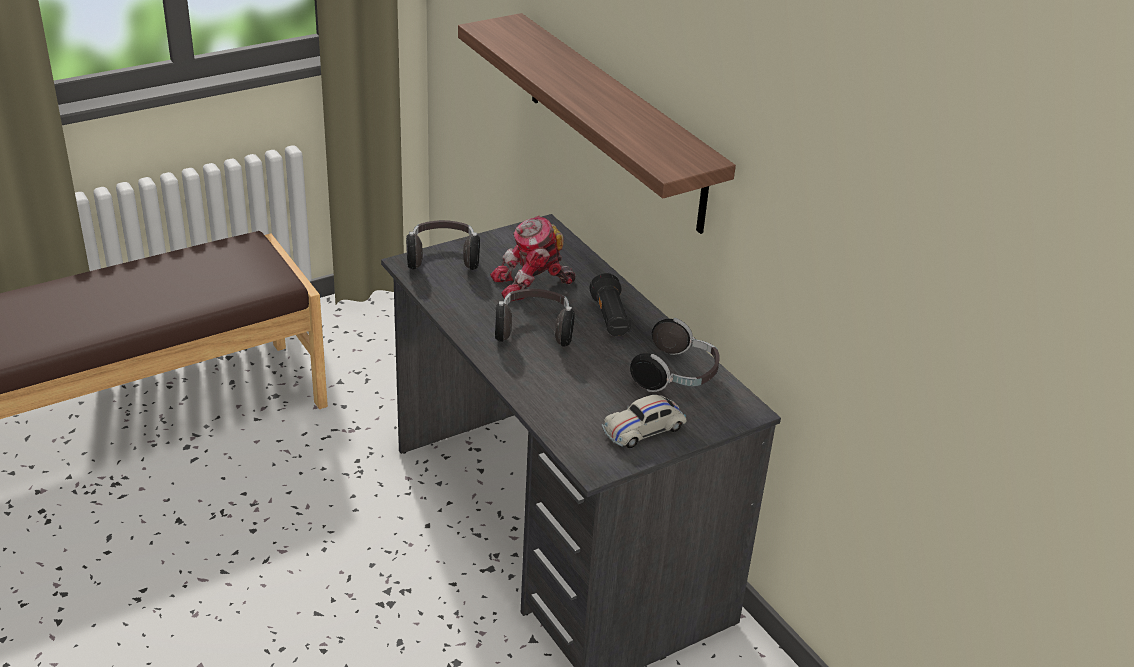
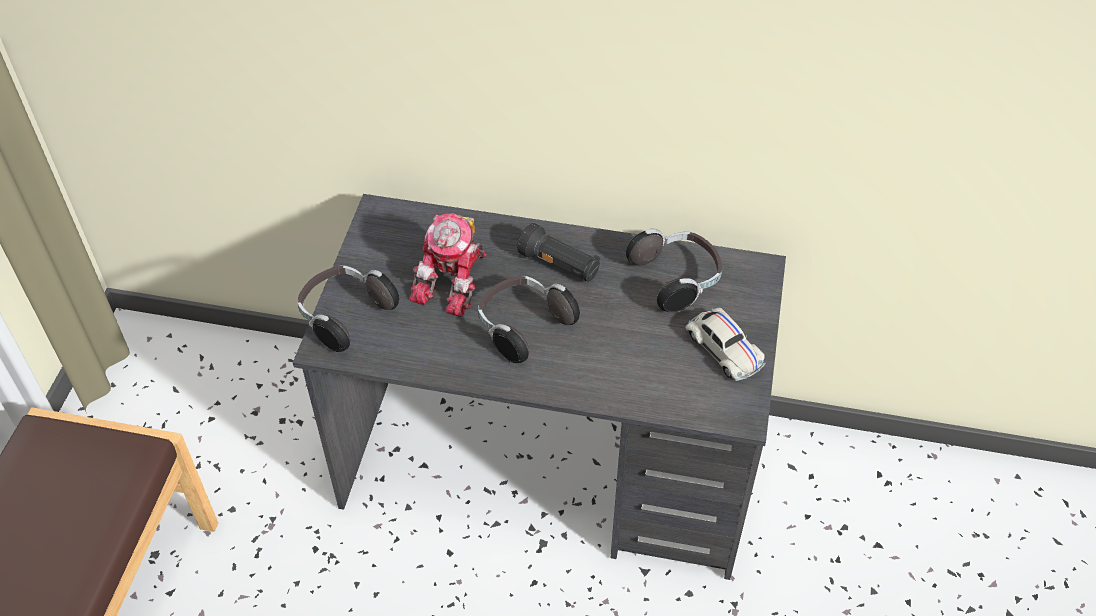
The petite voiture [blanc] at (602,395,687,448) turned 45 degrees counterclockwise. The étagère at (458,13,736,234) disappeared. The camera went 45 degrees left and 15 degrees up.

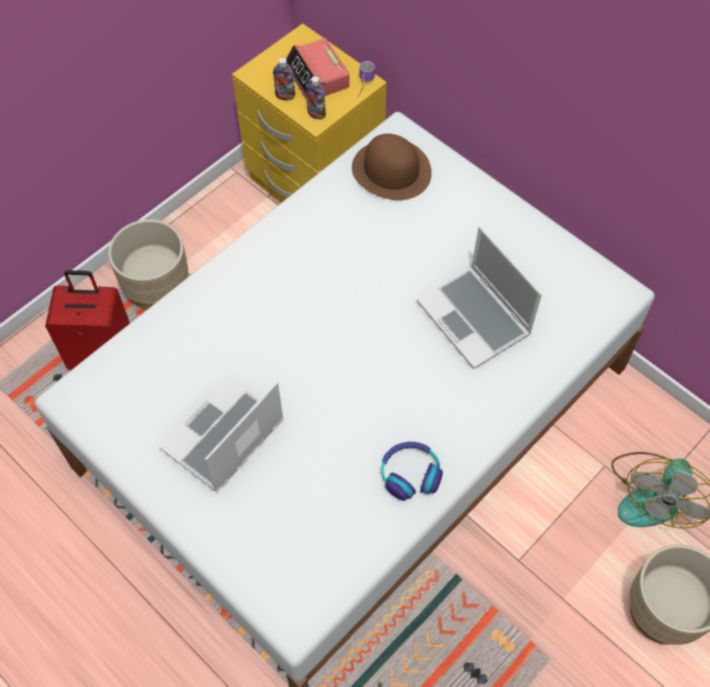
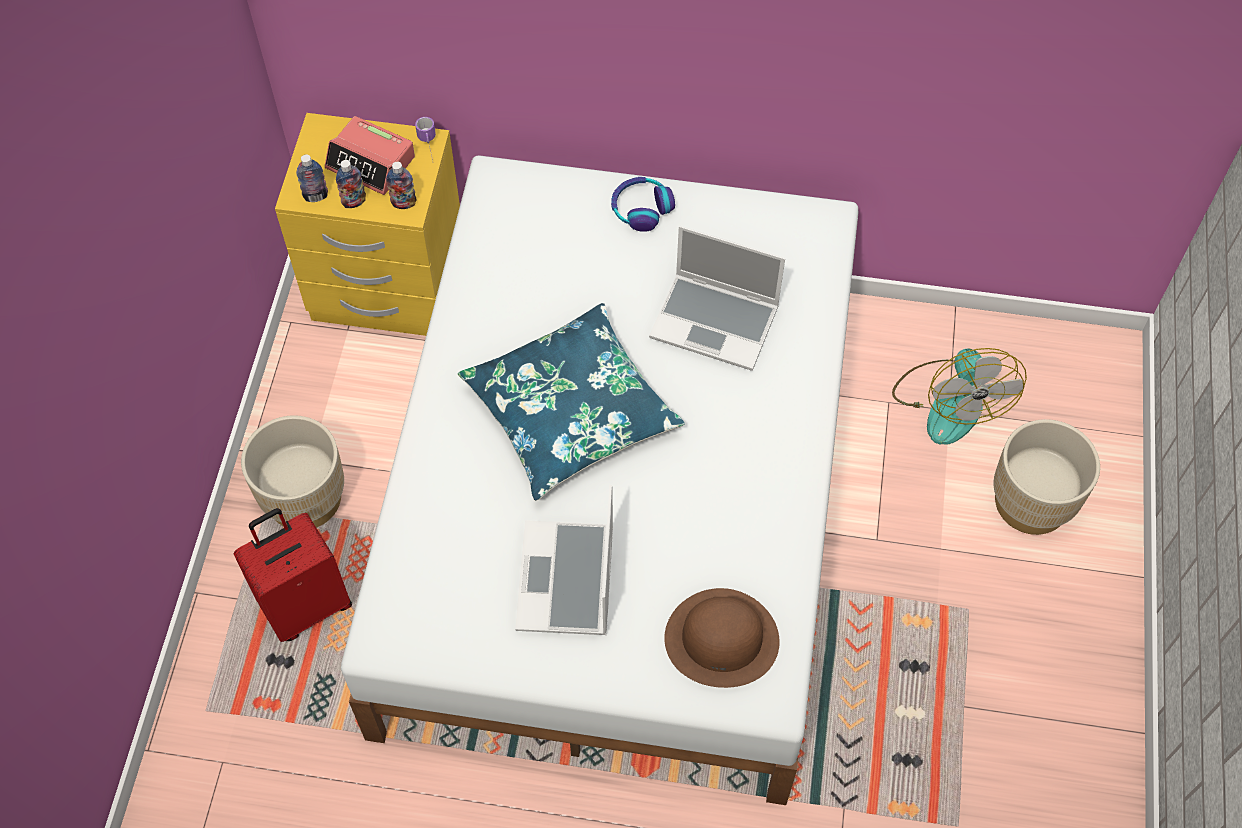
The bouteille at (296,154,328,202) appeared. The coussin [bleu] at (458,303,685,501) appeared. The casque audio moved from (381,442,443,501) to (611,177,675,232). The chapeau [marron] moved from (352,134,432,200) to (664,588,780,688). The camera went 35 degrees left and 0 degrees up.

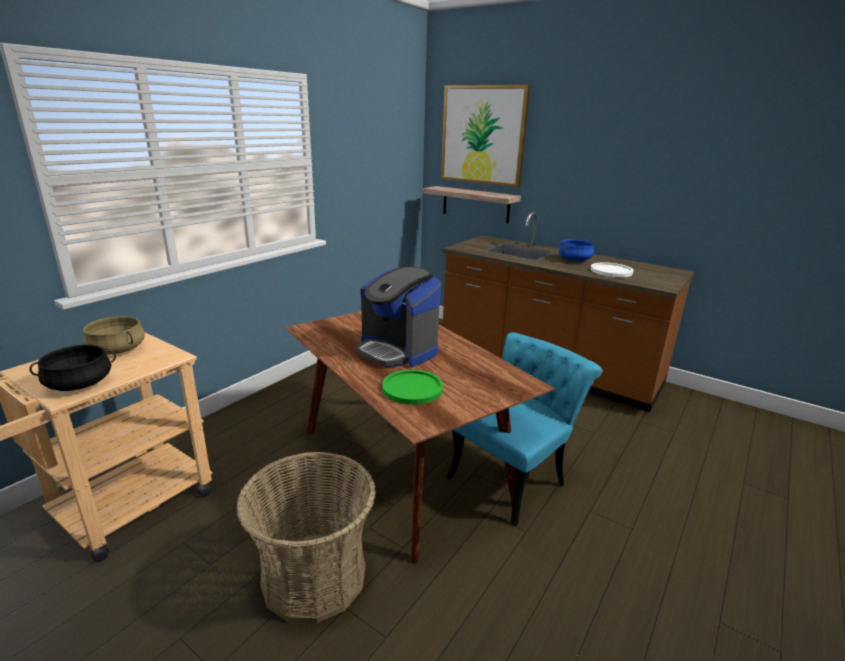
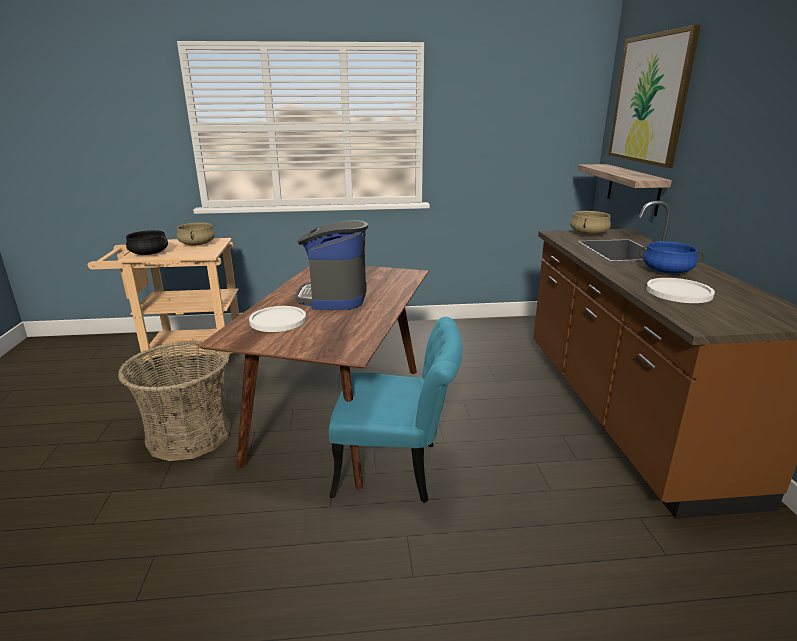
The assiette [vert] at (382,370,443,405) became the assiette [blanc] at (249,306,306,332). The marmite [beige] at (570,211,611,235) appeared. The camera went 50 degrees right and 0 degrees up.

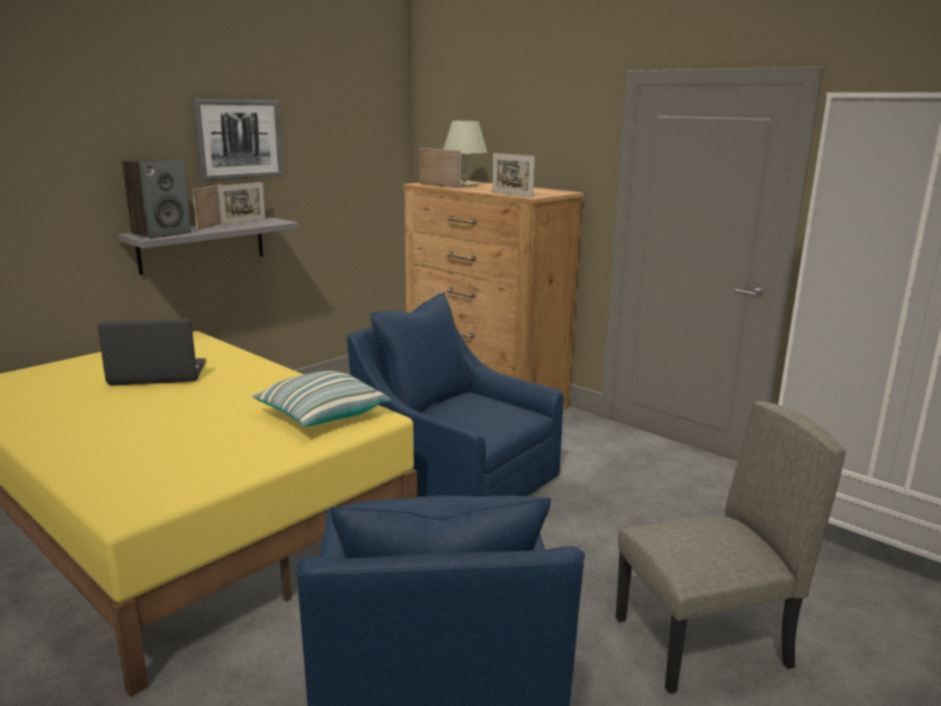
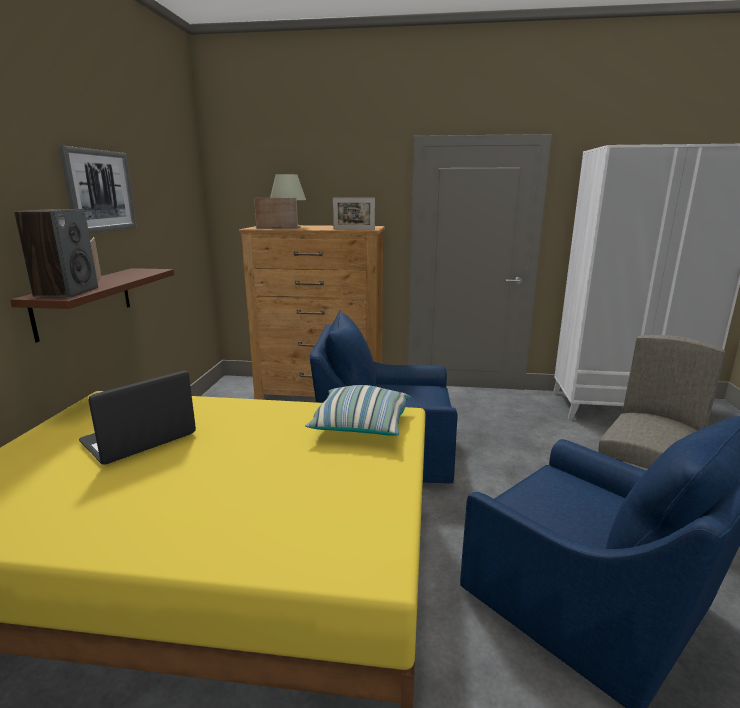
The étagère [gris] at (118,217,299,275) became the étagère [marron] at (10,268,174,342). The cadre photo at (218,182,265,225) disappeared. The camera went 35 degrees left and 0 degrees up.

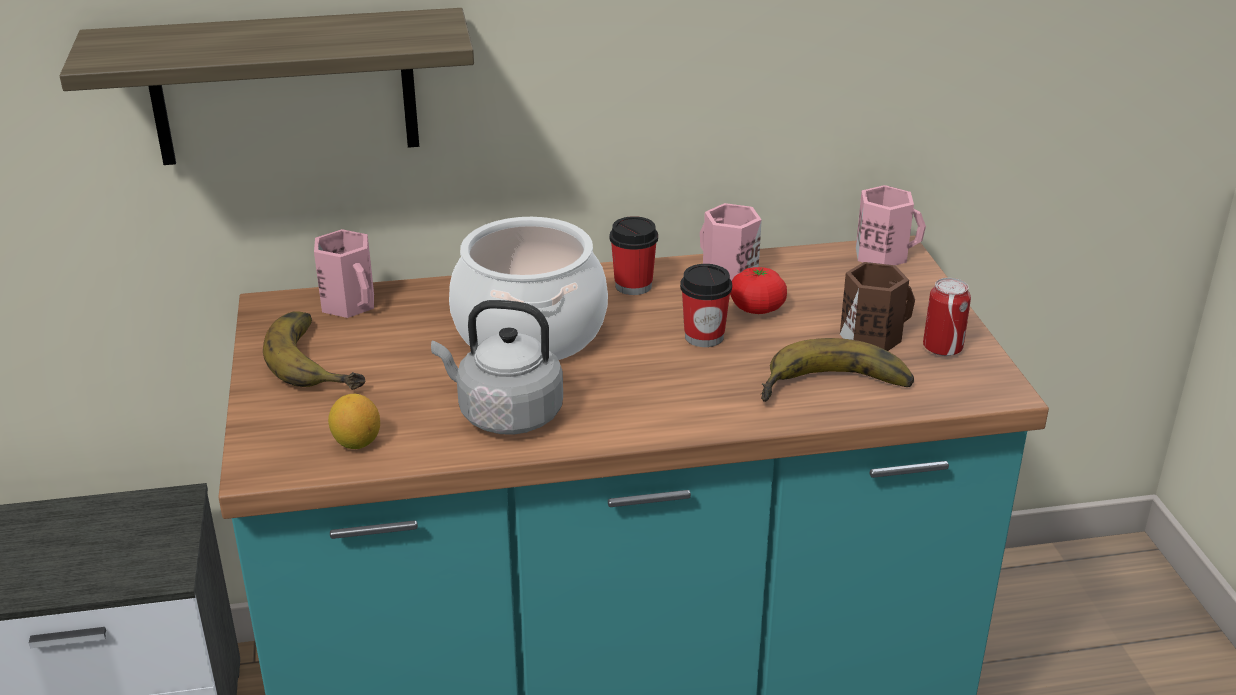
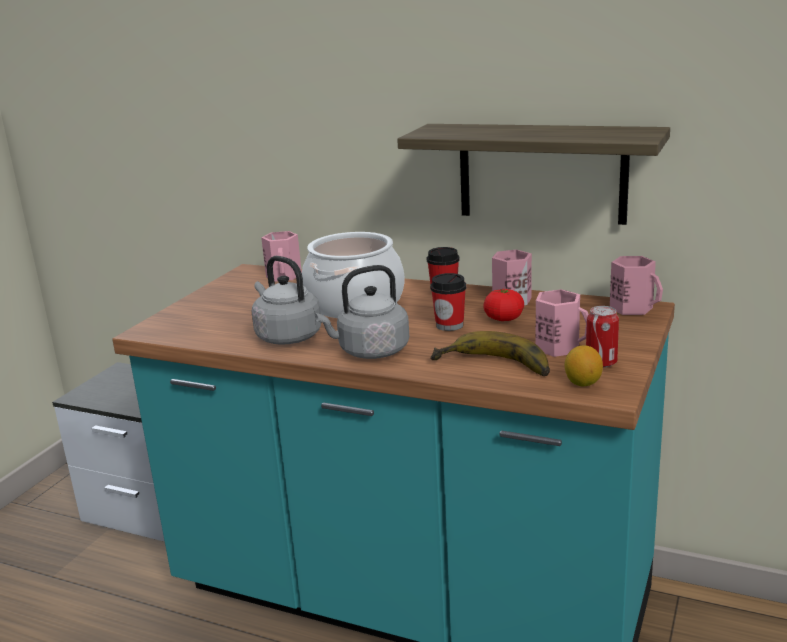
The bouilloire [gris] at (315,265,409,359) appeared. The étagère moved from (60,8,474,165) to (397,124,670,225). The mug [marron] at (840,262,915,351) became the mug [rose] at (536,289,589,357). The citron moved from (328,394,380,449) to (565,346,603,387). The banane at (263,311,365,390) disappeared. The camera went 35 degrees right and 10 degrees down.

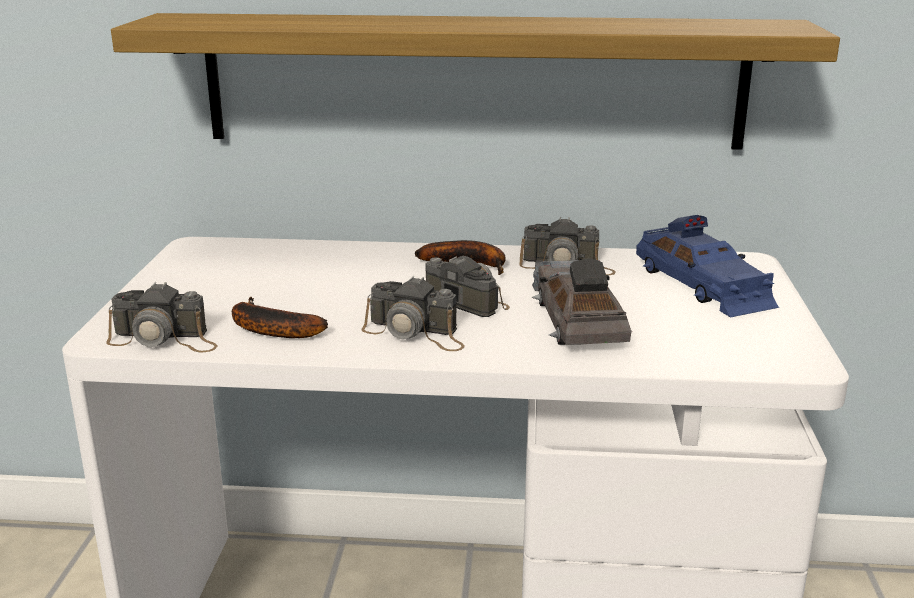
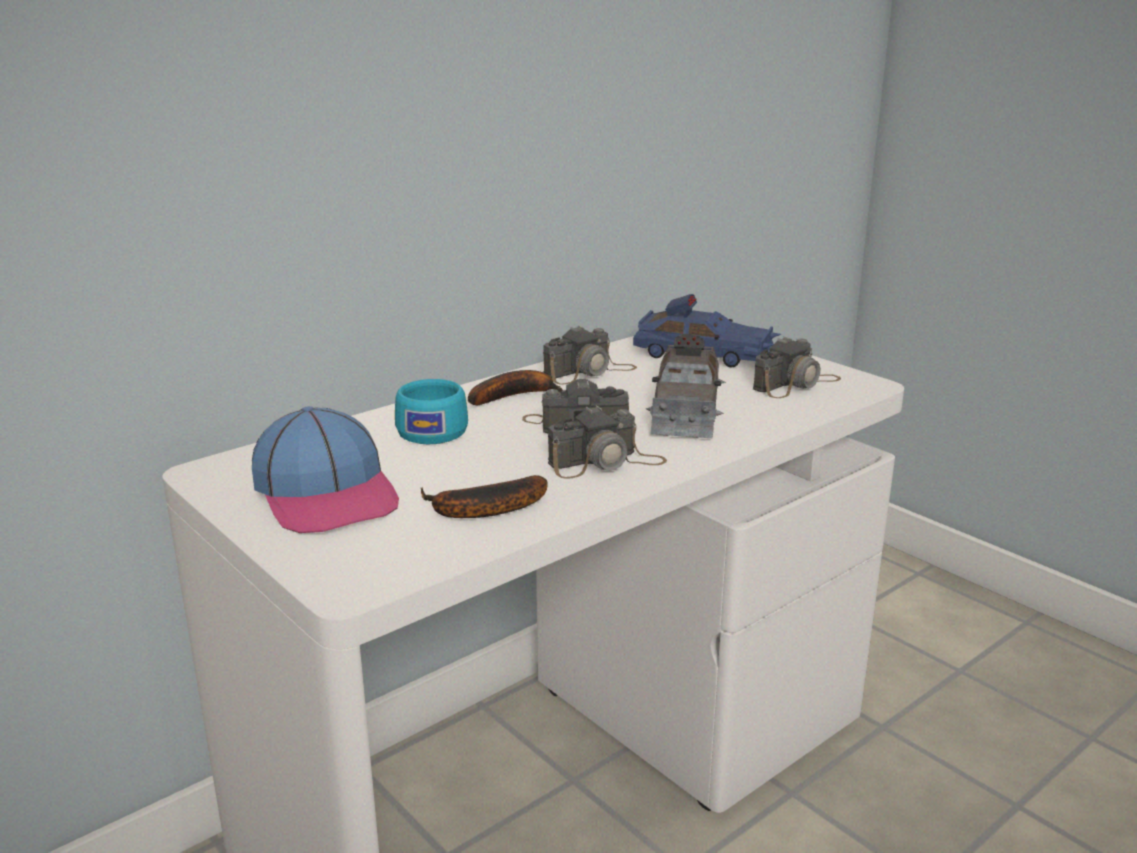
The casquette at (252,406,399,533) appeared. The tasse [turquoise] at (395,379,468,444) appeared. The petite voiture [gris] at (531,259,632,345) turned 120 degrees counterclockwise. The appareil photo moved from (106,282,218,352) to (753,337,841,398). The étagère at (111,13,840,150) disappeared. The camera went 45 degrees left and 0 degrees up.

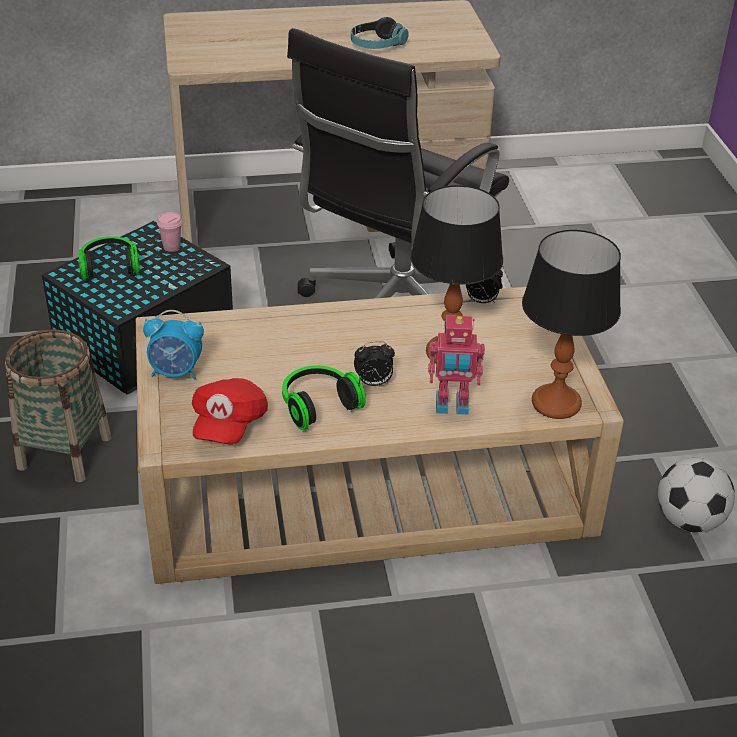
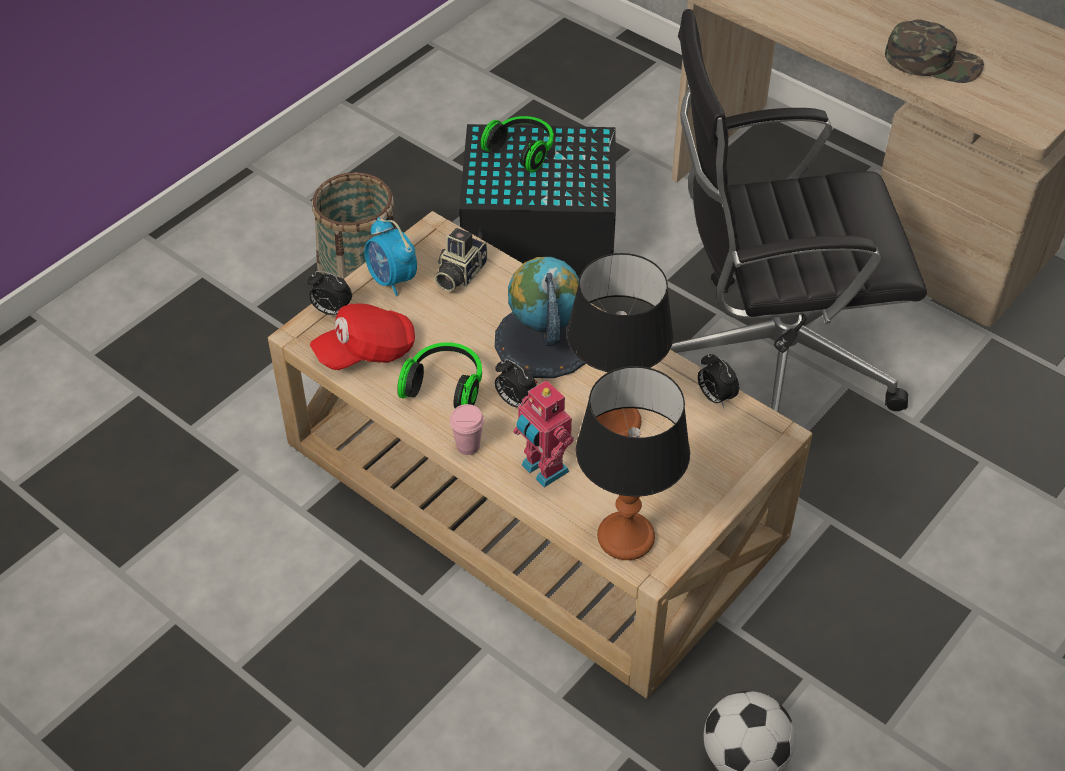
The réveil at (307,271,352,315) appeared. The appareil photo at (435,228,487,292) appeared. The tasse [rose] moved from (157,212,182,252) to (450,404,484,455). The globe at (495,257,586,378) appeared. The casque audio at (351,17,409,49) was replaced by the casquette [vert] at (885,19,984,83). The camera went 50 degrees right and 10 degrees up.

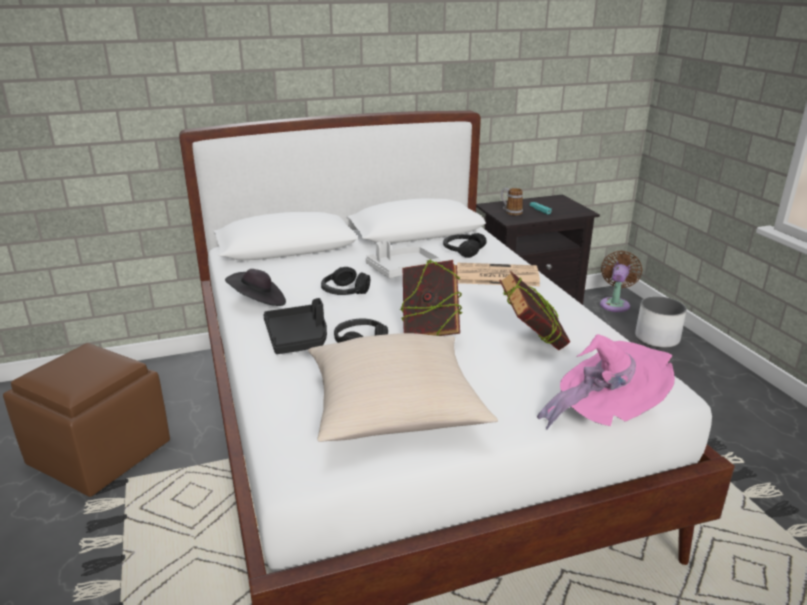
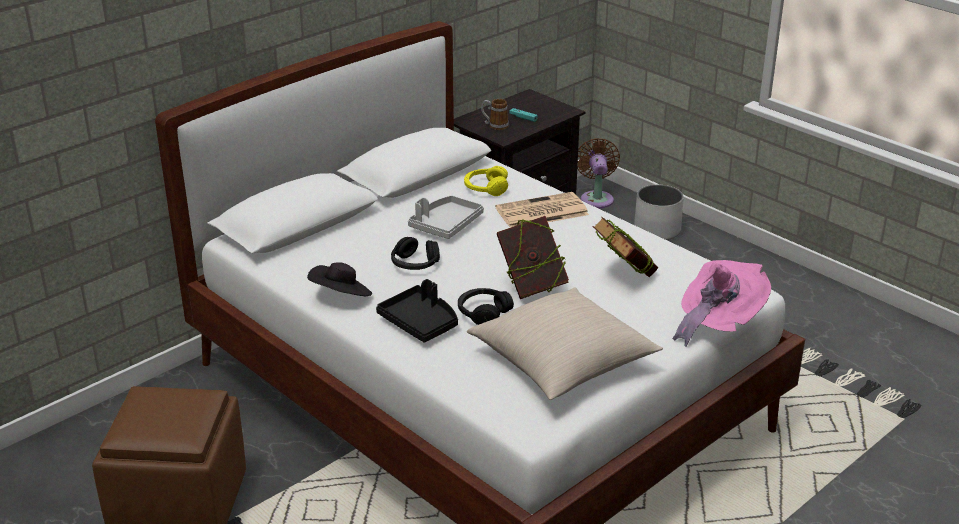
The casque audio [noir] at (443,233,487,258) became the casque audio [jaune] at (464,166,508,196). The camera went 25 degrees left and 5 degrees up.

